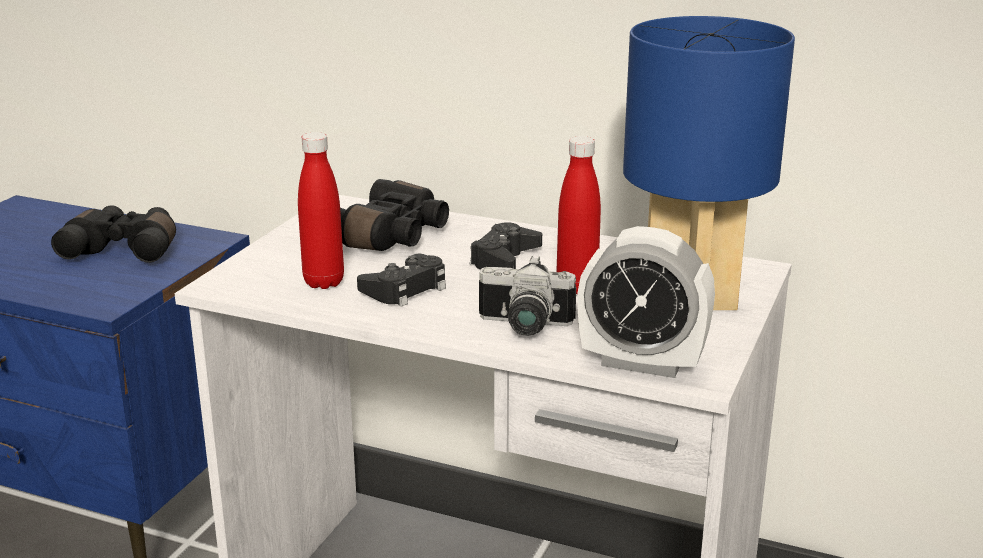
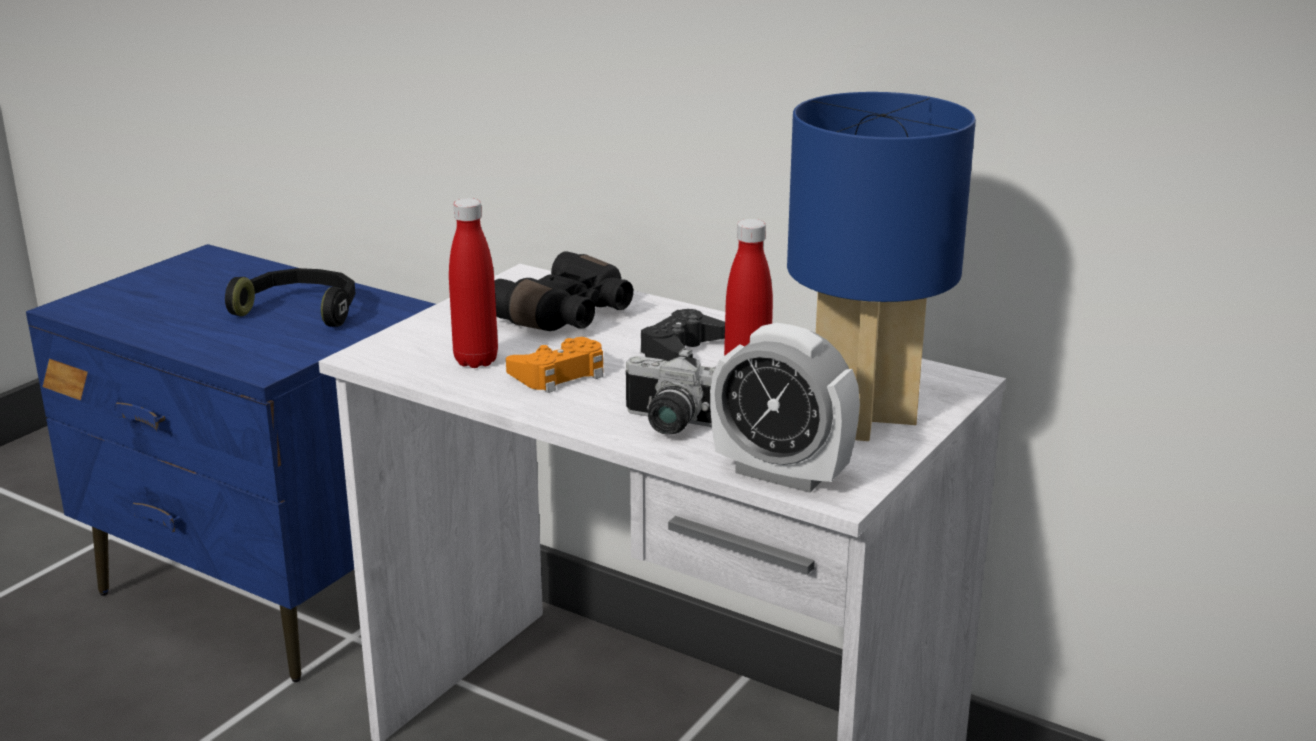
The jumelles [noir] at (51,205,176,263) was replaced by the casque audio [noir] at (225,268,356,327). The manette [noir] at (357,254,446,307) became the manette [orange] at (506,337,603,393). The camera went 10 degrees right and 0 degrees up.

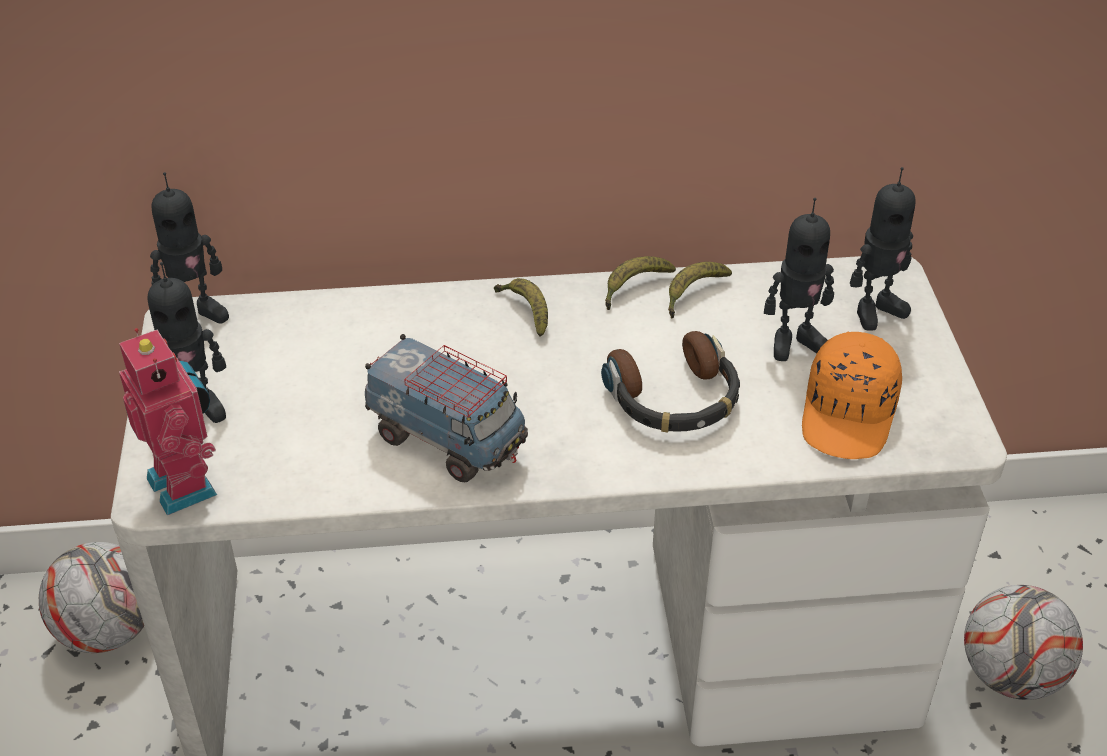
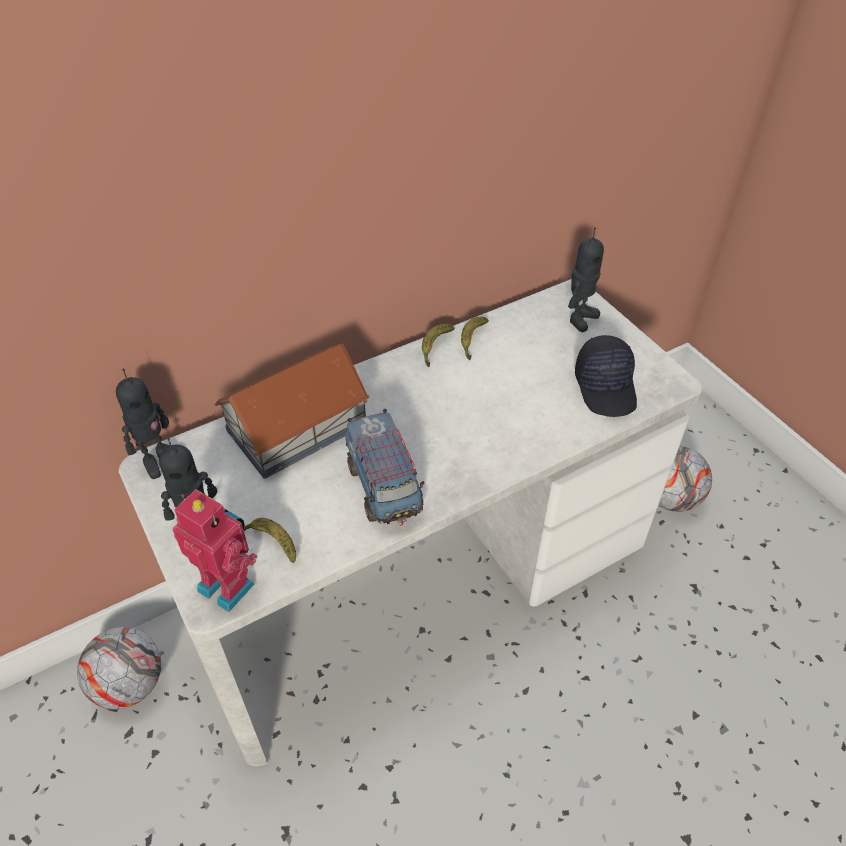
The maison miniature at (215,344,370,479) appeared. The banane moved from (494,278,548,337) to (244,518,296,563). The camion jouet at (365,334,528,482) turned 60 degrees clockwise. The casquette [orange] at (802,332,902,459) became the casquette [noir] at (575,335,637,417). The casque audio at (601,331,740,432) disappeared. The robot jouet at (764,198,834,361) disappeared. The camera went 25 degrees left and 5 degrees up.

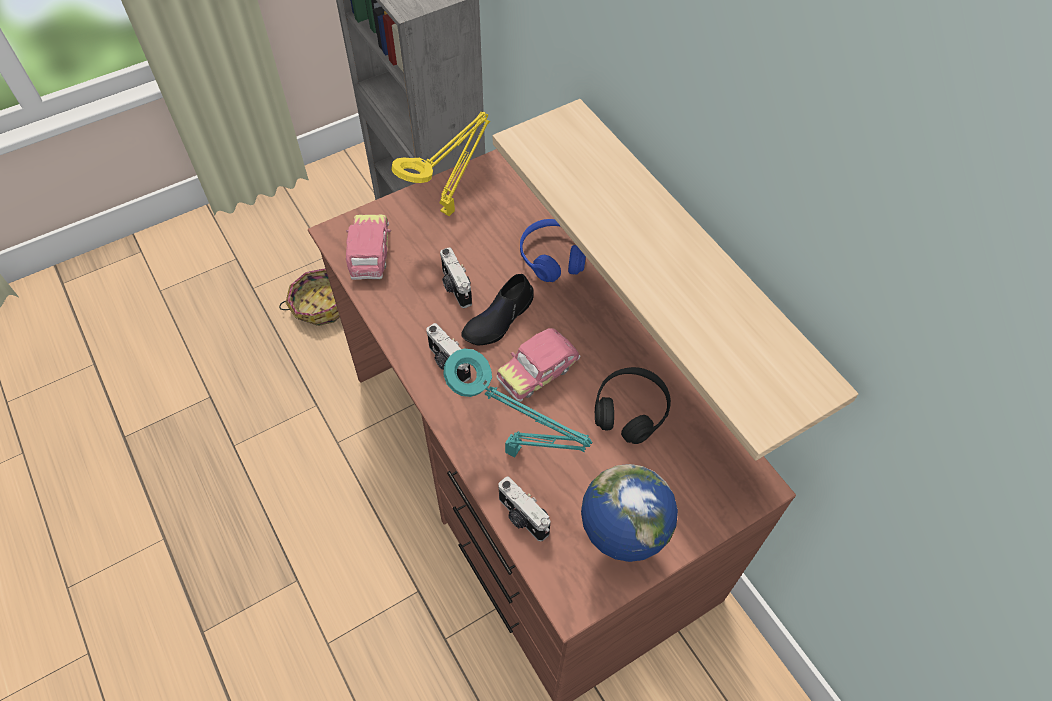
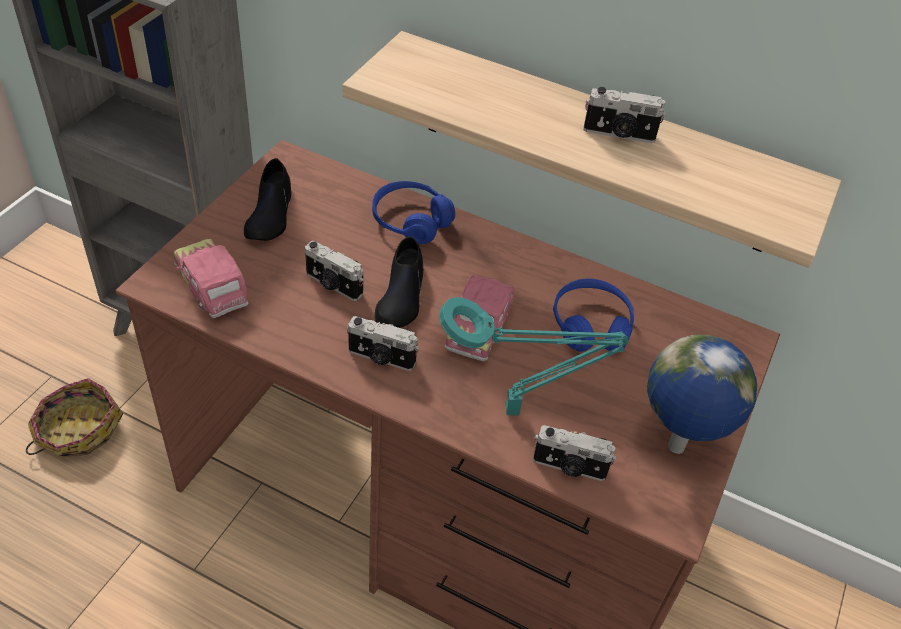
The lampe de table [jaune] at (391,112,490,216) was replaced by the chaussure [noir] at (244,158,291,241). The casque audio [noir] at (595,367,671,444) became the casque audio [bleu] at (553,278,634,352). The appareil photo at (583,87,666,143) appeared. The camera went 35 degrees left and 10 degrees down.

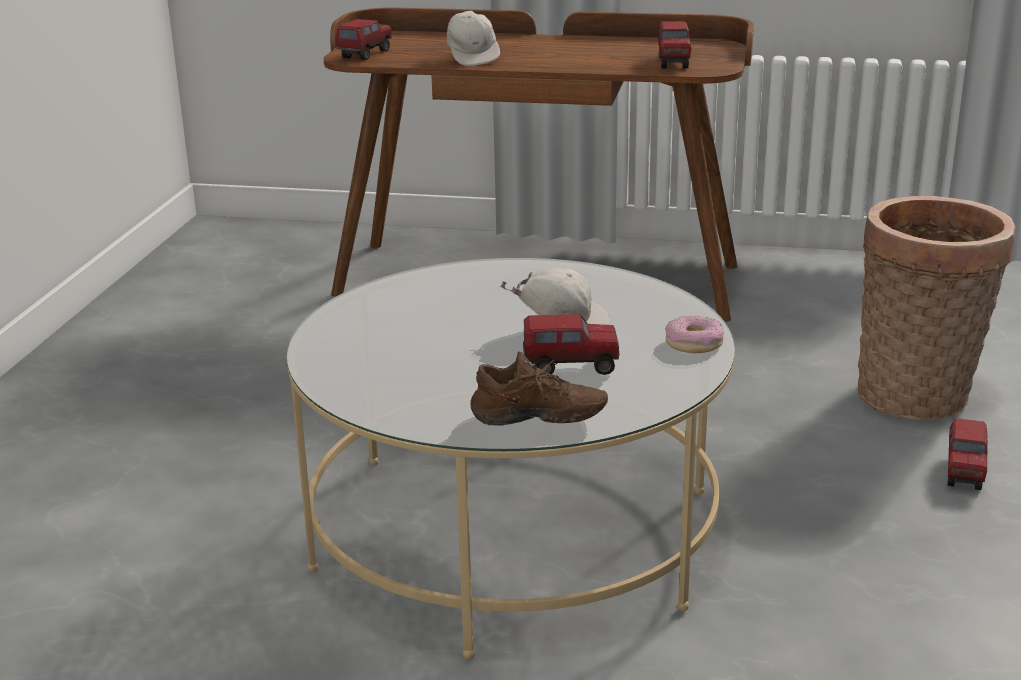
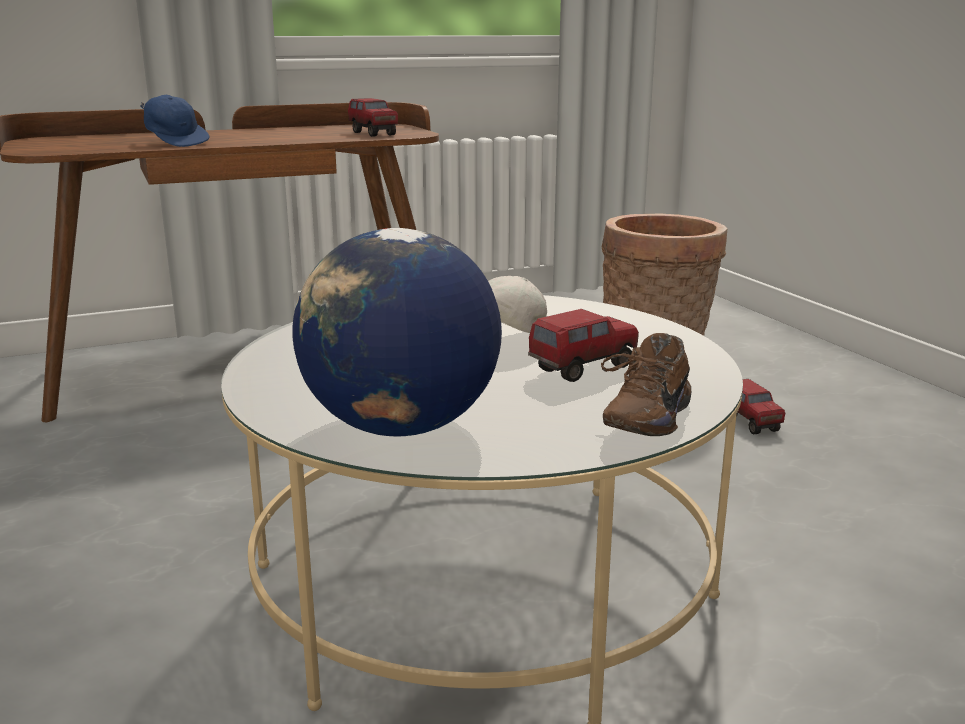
The casquette [blanc] at (447,11,500,66) became the casquette [bleu] at (140,95,209,147). The globe at (292,228,502,437) appeared. The chaussure [marron] at (470,352,608,426) turned 150 degrees clockwise. The camion jouet at (336,19,392,60) disappeared. The beignet at (665,316,724,353) disappeared. The camera went 35 degrees left and 5 degrees down.

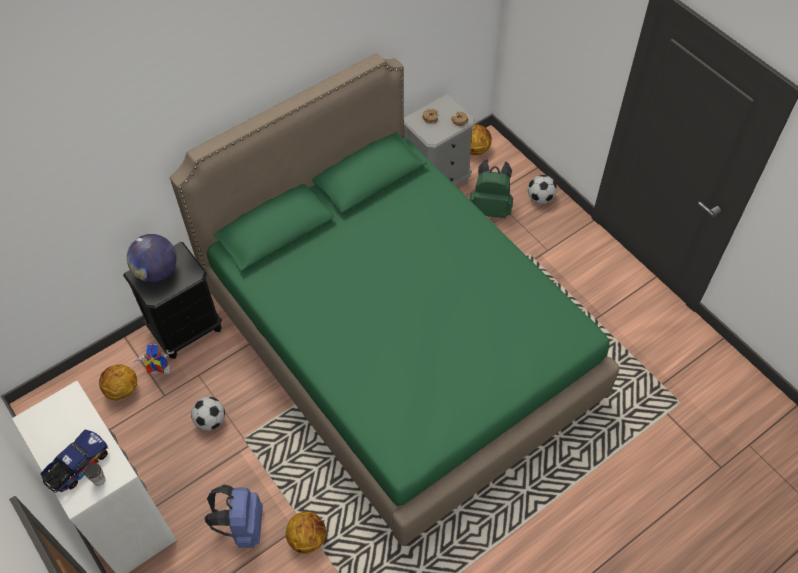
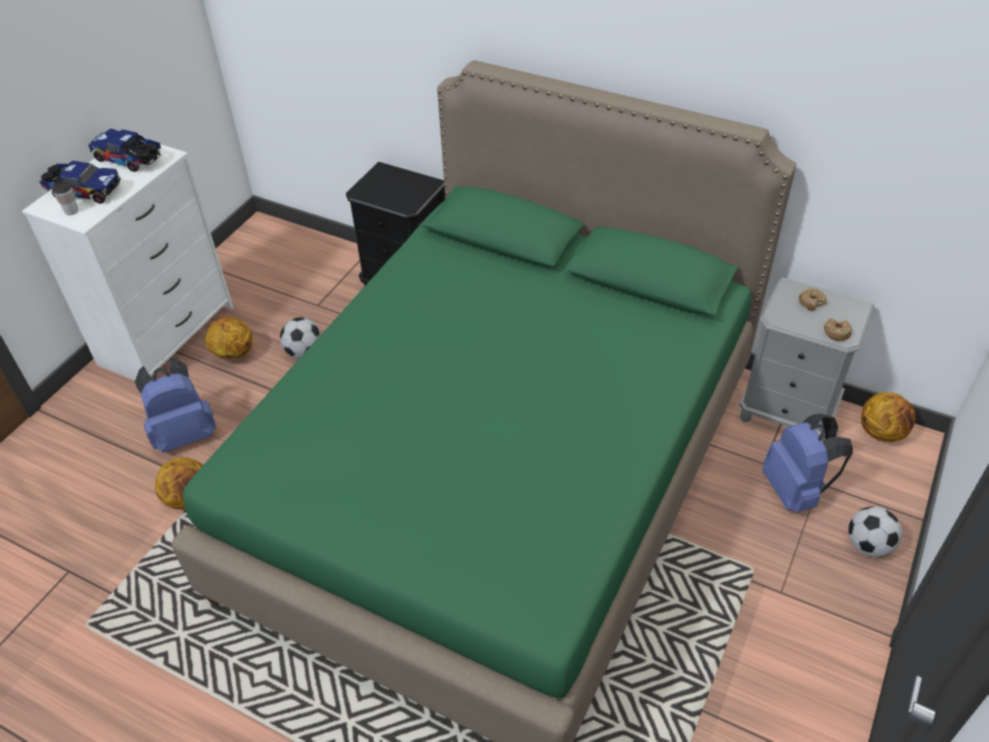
The camion jouet at (88,129,161,172) appeared. The ballon de basket moved from (99,364,137,400) to (205,317,253,359). The sac à dos [vert] at (470,159,513,218) became the sac à dos [bleu] at (762,414,853,512). The globe at (127,234,177,282) disappeared. The robot jouet at (134,344,174,374) disappeared. The camera went 65 degrees right and 10 degrees down.

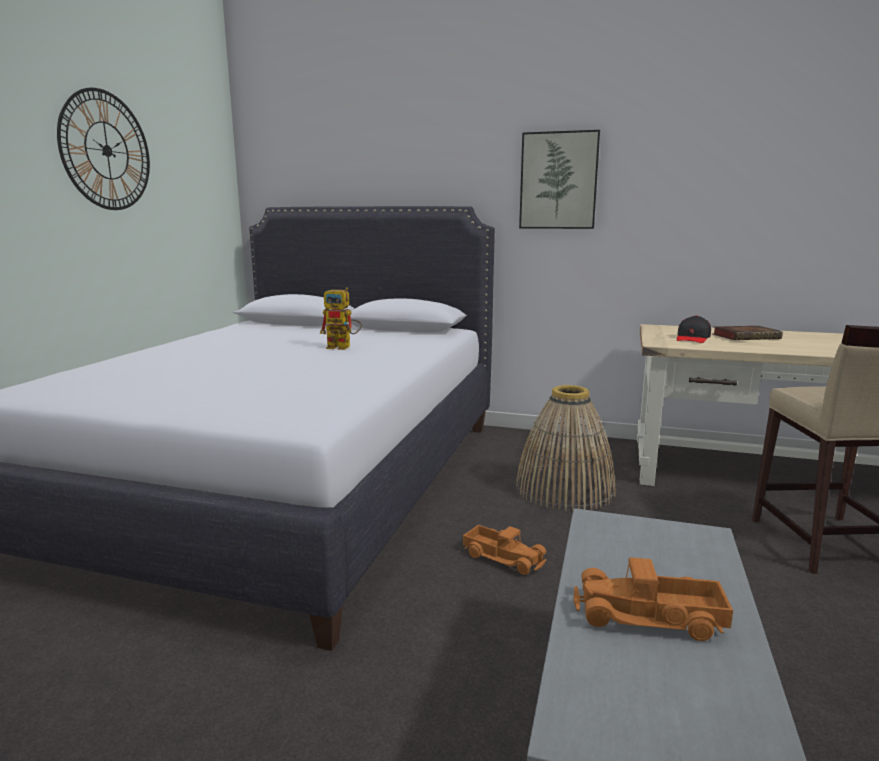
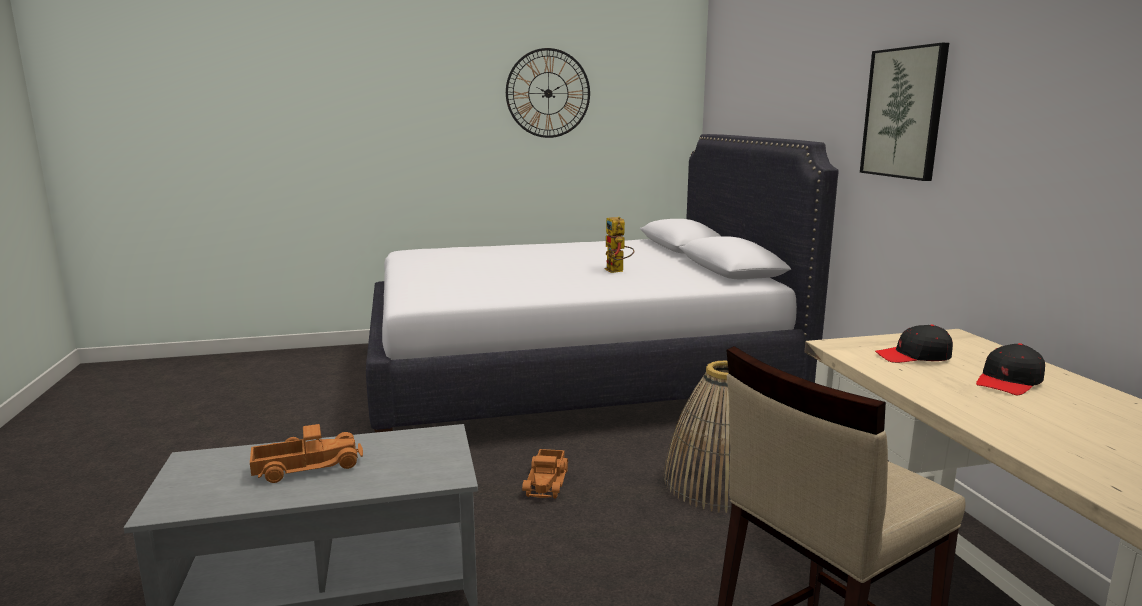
The camion jouet at (574,557,733,641) turned 90 degrees clockwise. The livre at (713,326,783,340) was replaced by the casquette [noir] at (976,343,1045,395). The camera went 60 degrees right and 0 degrees up.

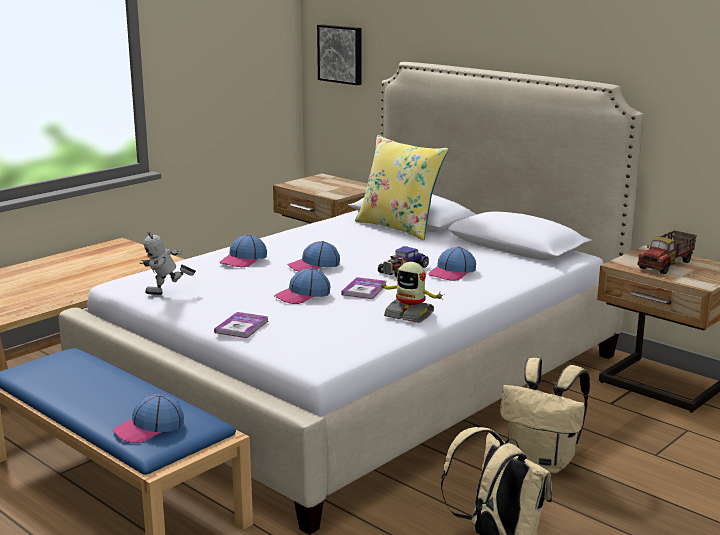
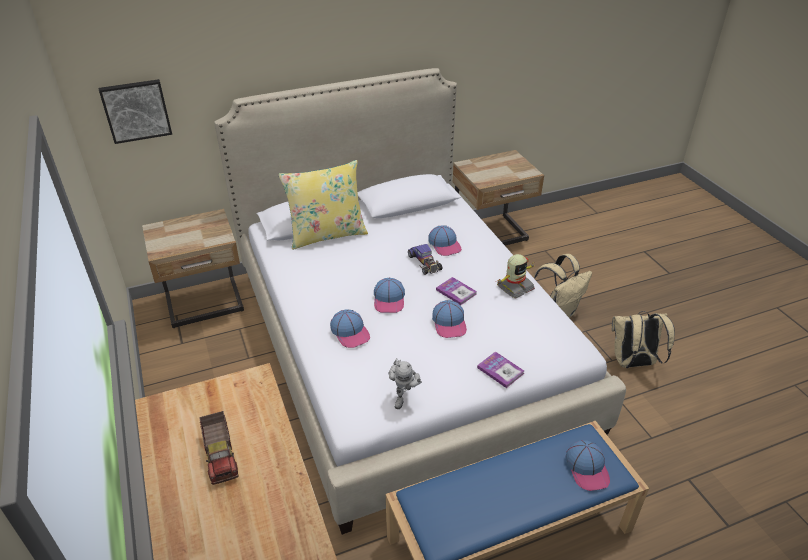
The camion jouet moved from (637,230,697,274) to (199,411,239,485). The camera went 65 degrees left and 20 degrees up.

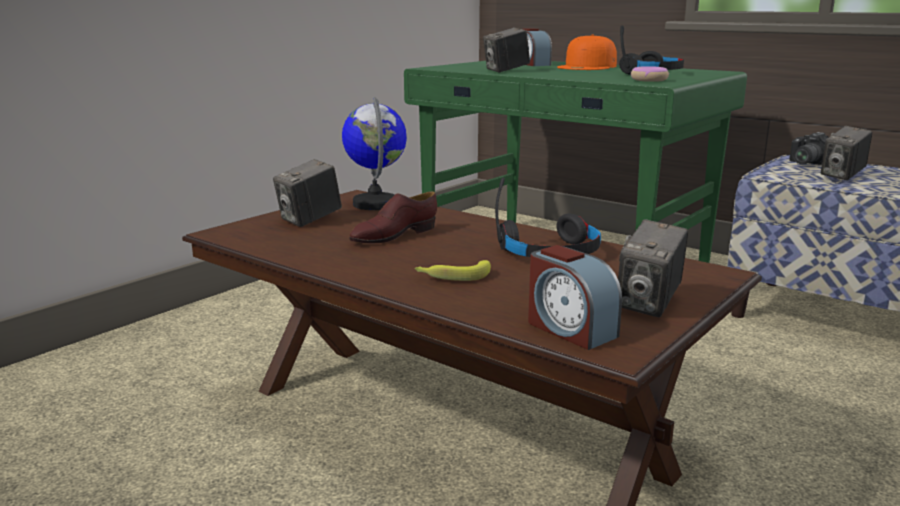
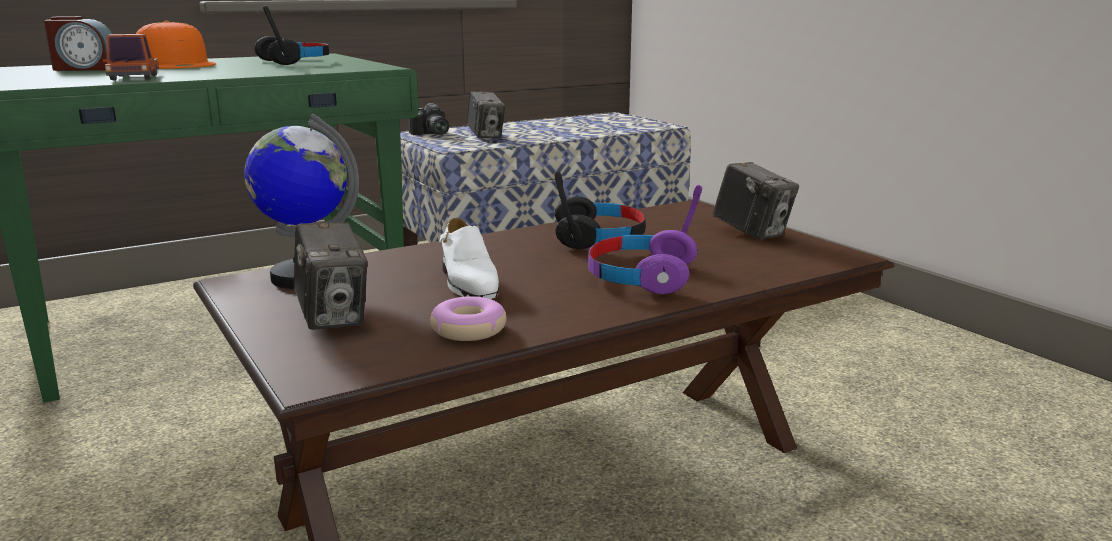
The appareil photo at (483,27,530,72) was replaced by the camion jouet at (103,34,159,80). The beignet moved from (631,66,669,82) to (430,296,506,341). The chaussure [marron] at (349,191,437,244) became the chaussure [blanc] at (439,218,499,299). The banane at (414,260,491,281) was replaced by the casque audio [violet] at (588,185,702,294). The réveil at (528,245,622,350) disappeared. The camera went 70 degrees left and 0 degrees up.

